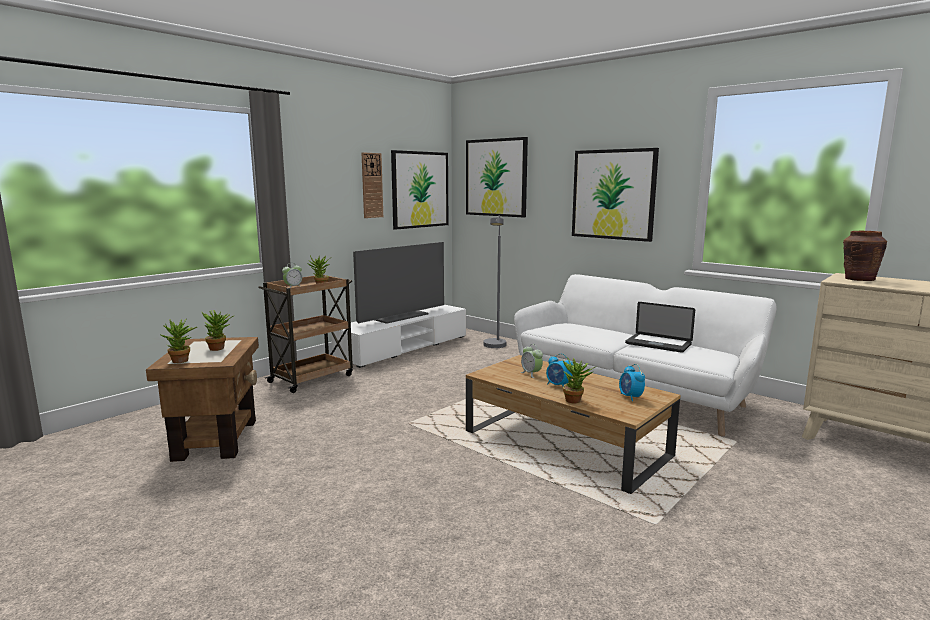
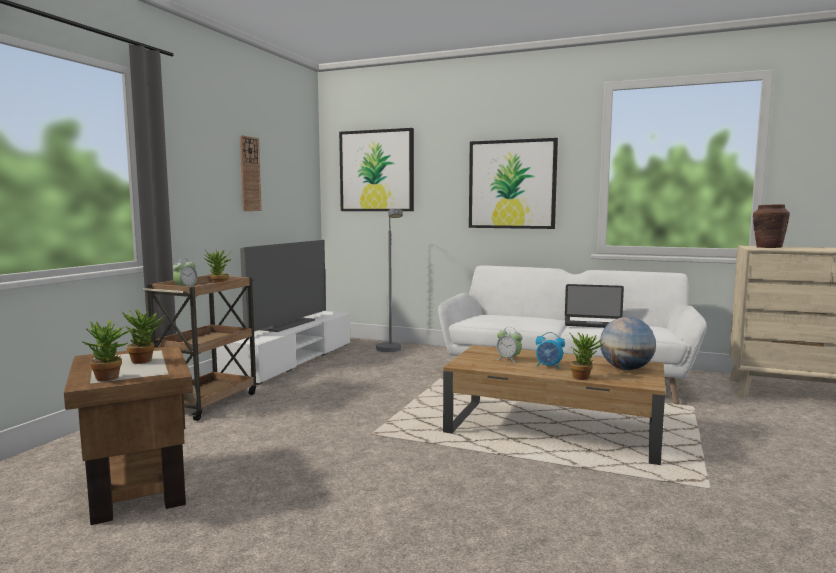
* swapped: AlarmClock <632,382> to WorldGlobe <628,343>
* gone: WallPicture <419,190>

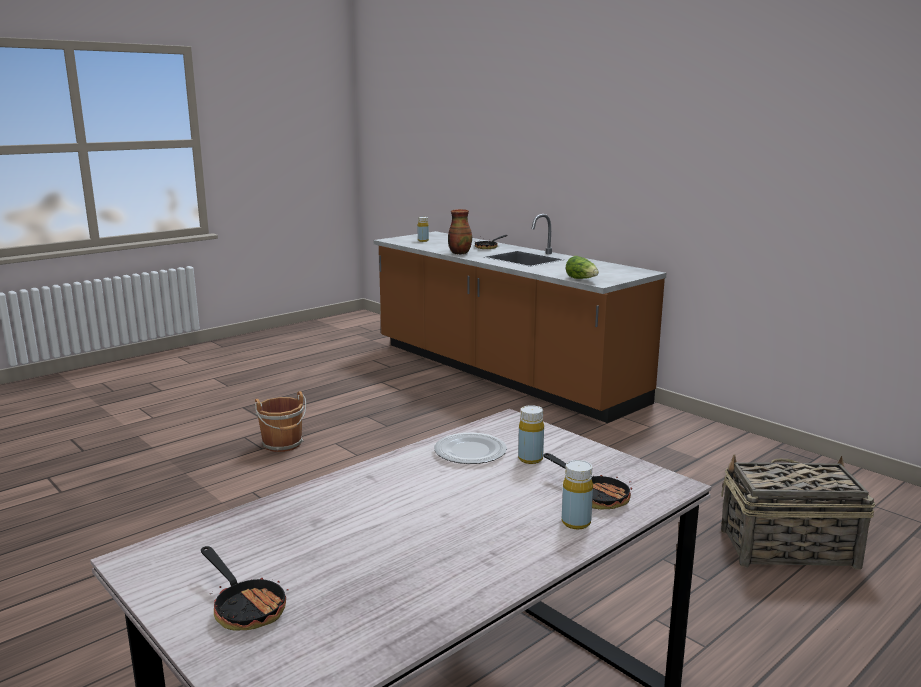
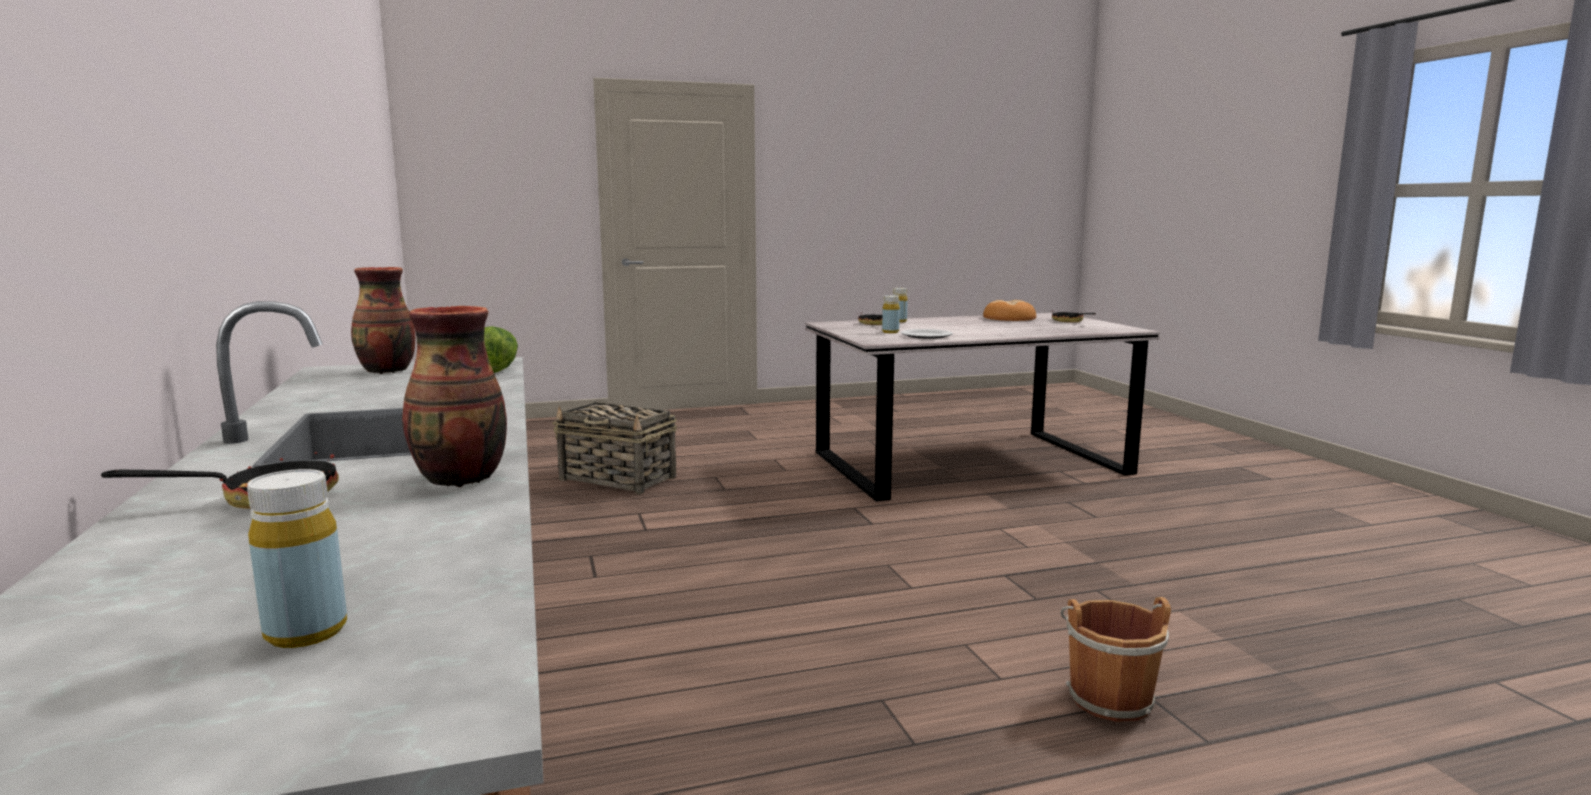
* new: Vase <383,320>
* new: Bread <1009,310>

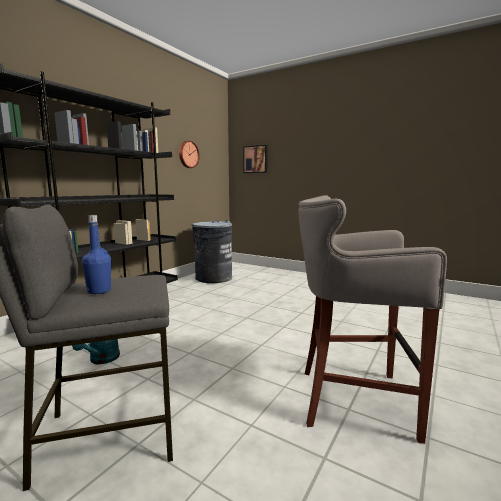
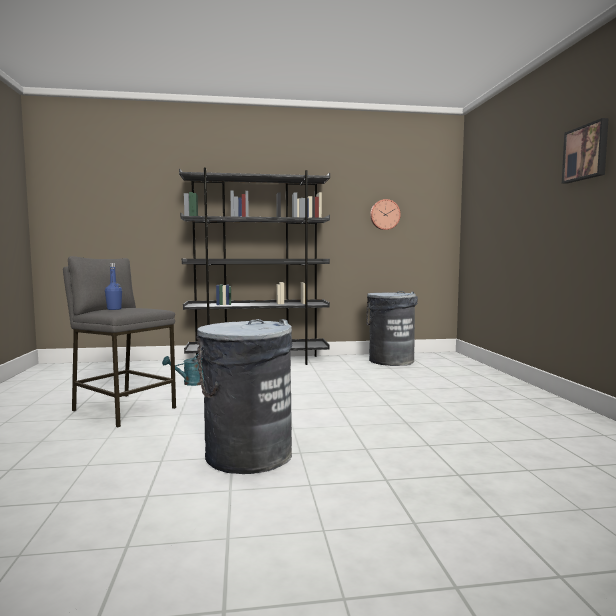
* swapped: GrayStool <372,319> to GrayTrashCan <244,396>
* shifted: WallPicture <255,159> to <585,151>

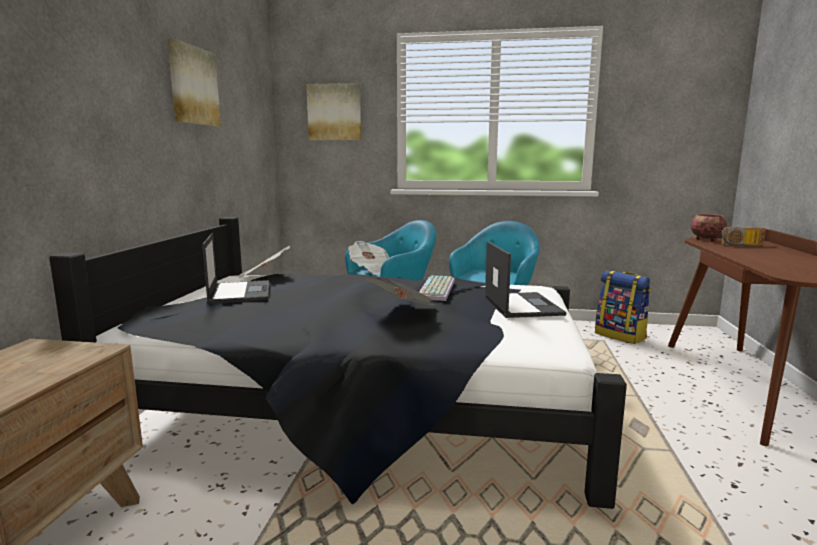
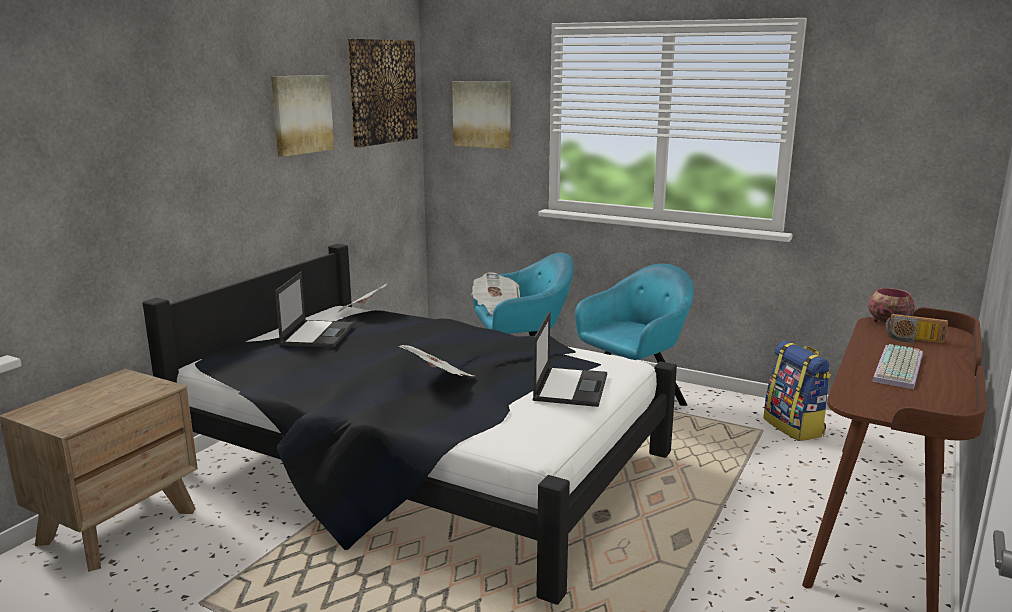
* new: WallPicture <382,93>
* shifted: Keyboard <437,288> to <897,366>

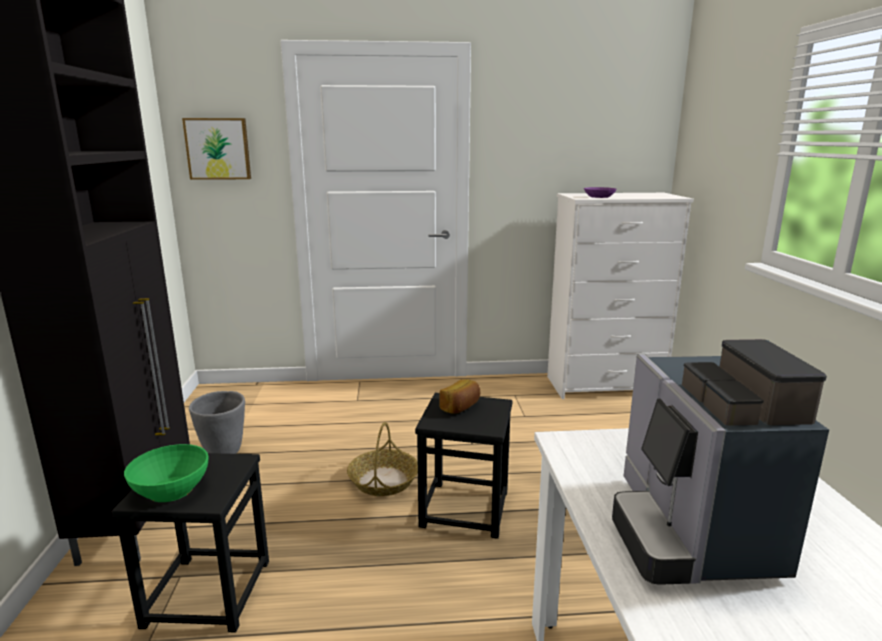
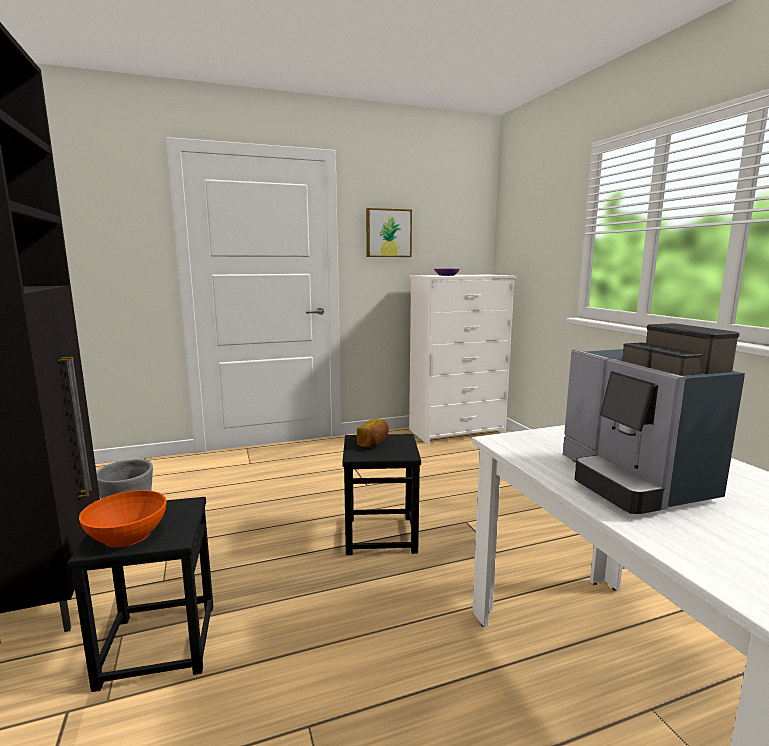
* repainted: GreenColouredServingBowl <166,473> to OrangeyServingBowl <123,518>
* shifted: WallPicture <216,149> to <389,232>
* gone: StorageBasket <382,459>

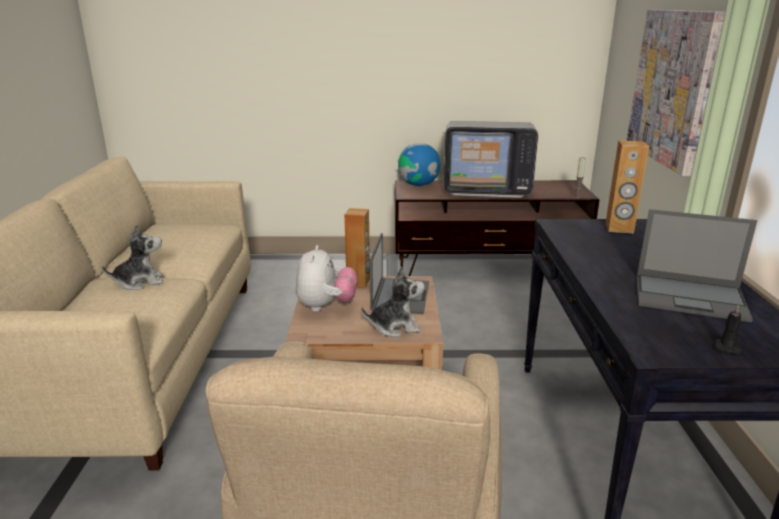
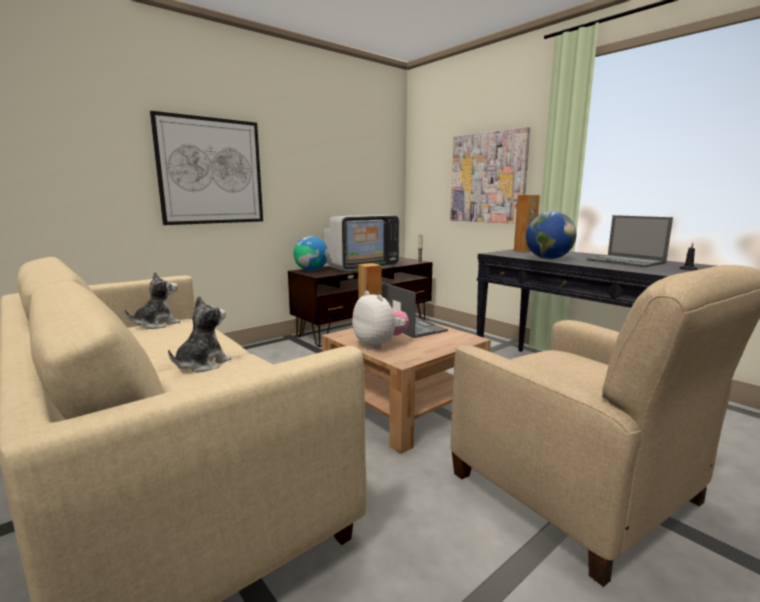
* shifted: PlushToy <393,301> to <152,300>
* new: WallPicture <206,168>
* new: WorldGlobe <551,235>
* rotated: PortableComputer <697,266> = <630,241> 75 degrees clockwise

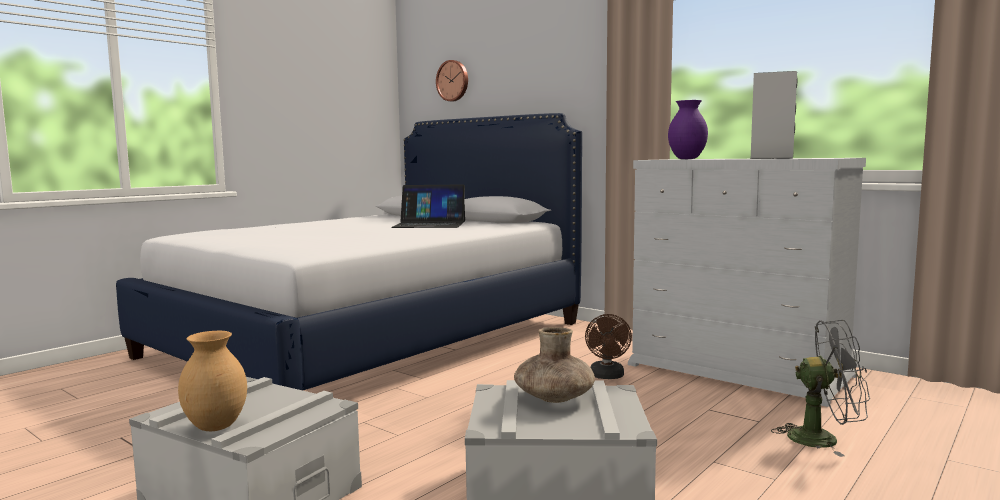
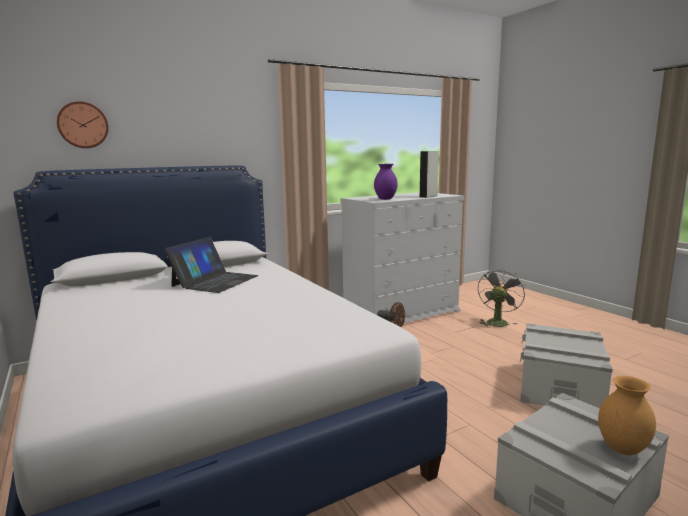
* gone: BrownVase <554,365>

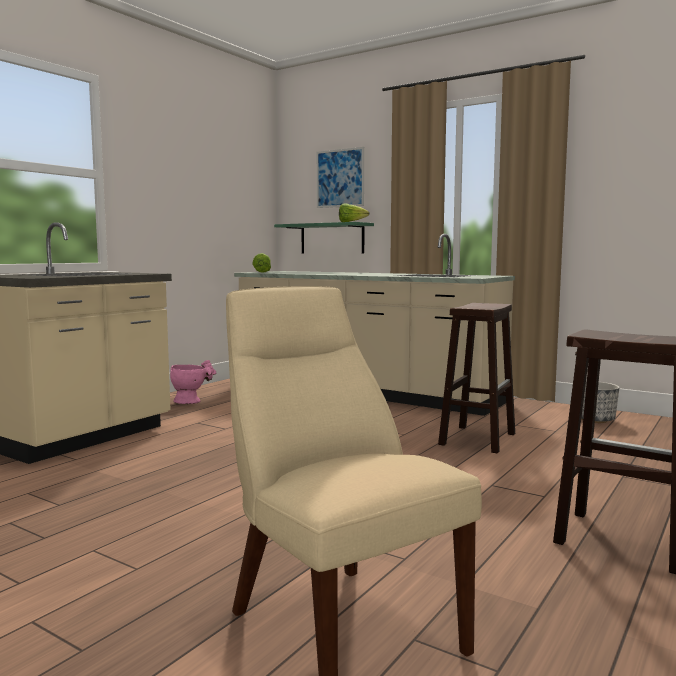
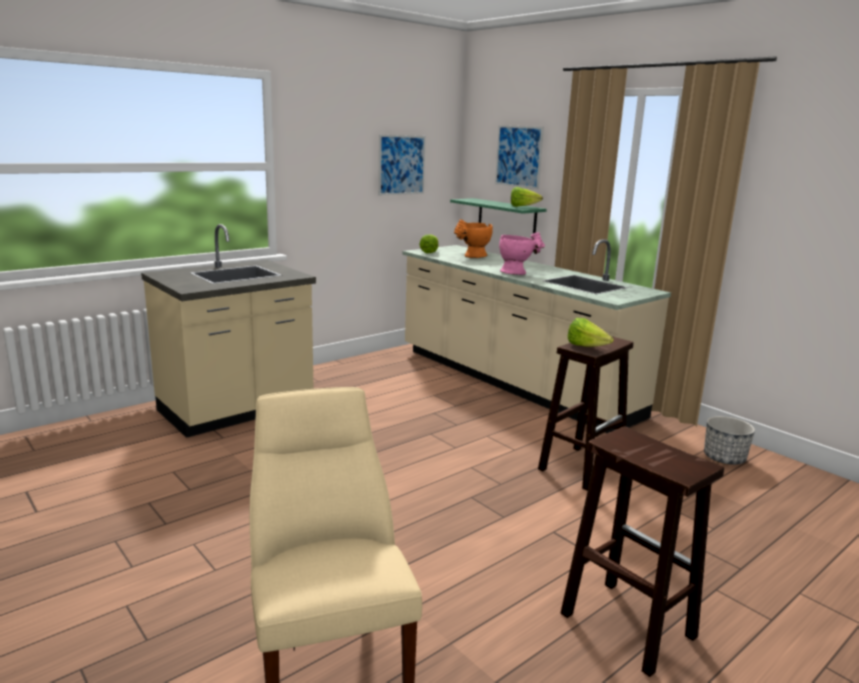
* new: WallPicture <402,165>
* new: OrangeyVase <473,238>
* shifted: PinkishVase <193,382> to <522,253>
* new: LettuceHead <591,332>

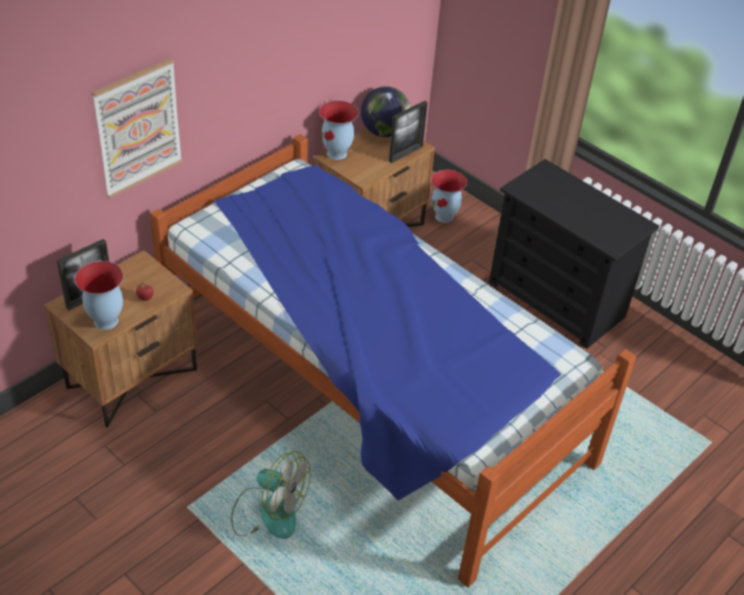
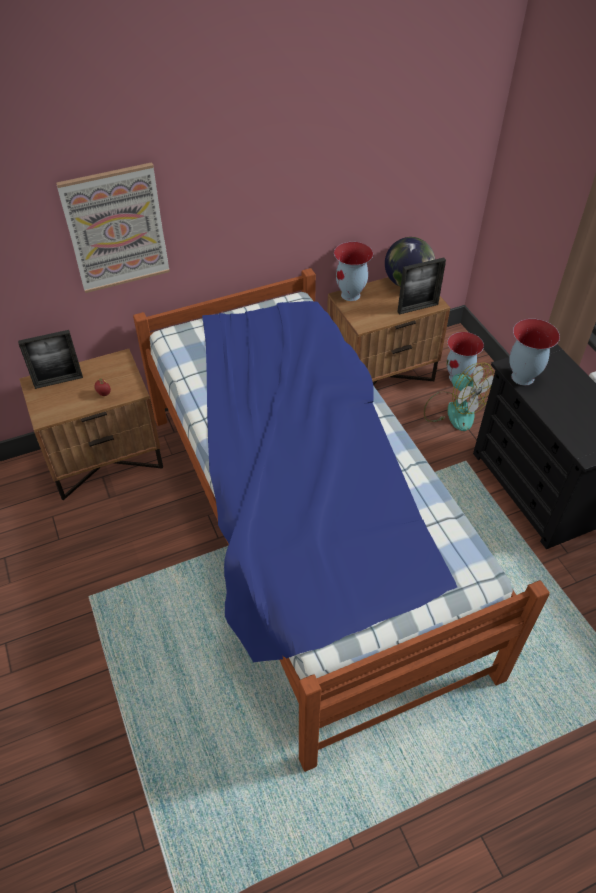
* shifted: CoolingFan <271,495> to <459,397>
* shifted: Vase <99,295> to <534,352>

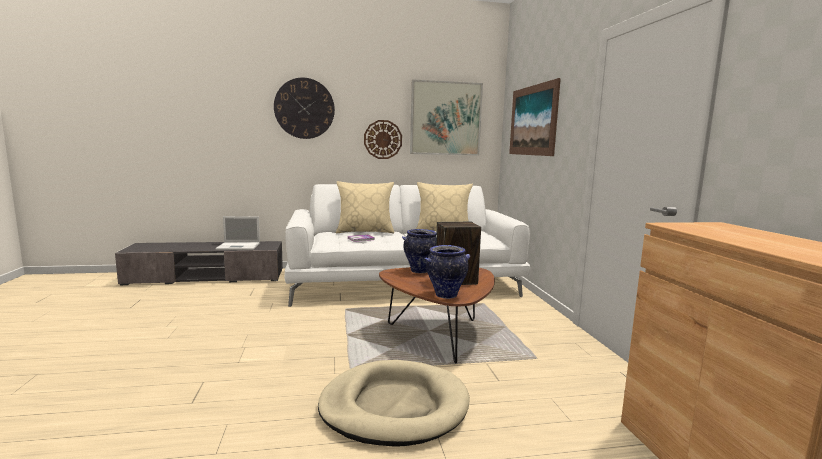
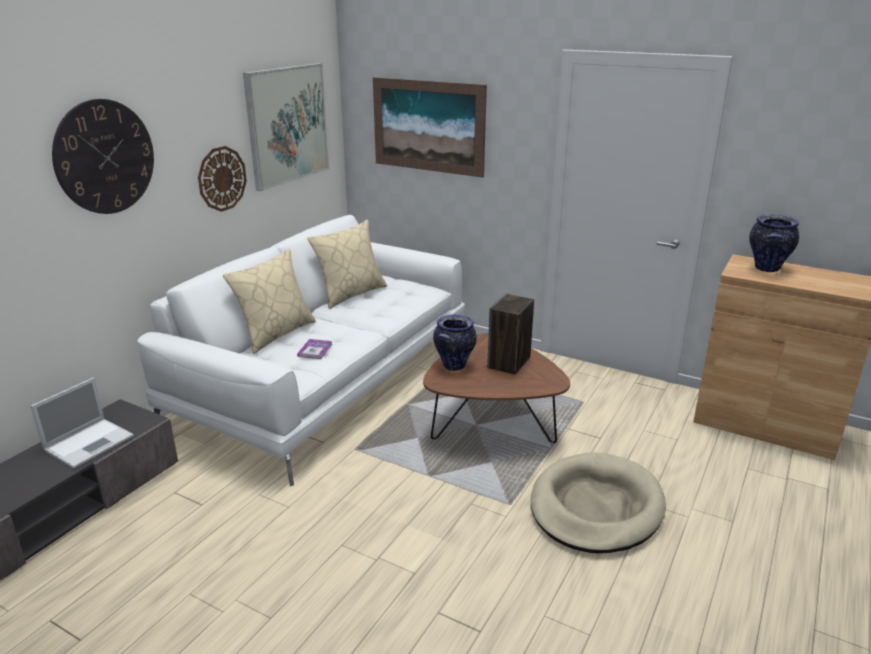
* shifted: Vase <447,272> to <774,243>

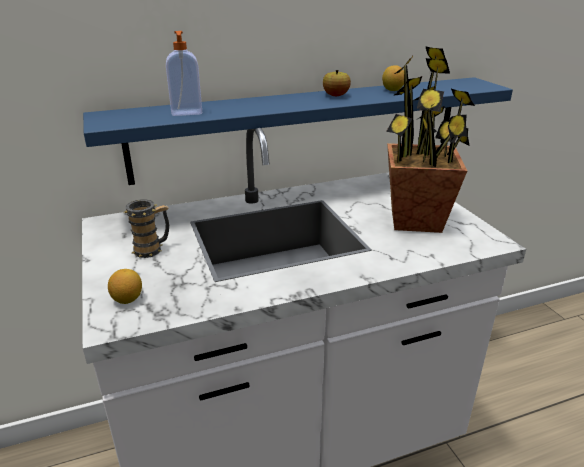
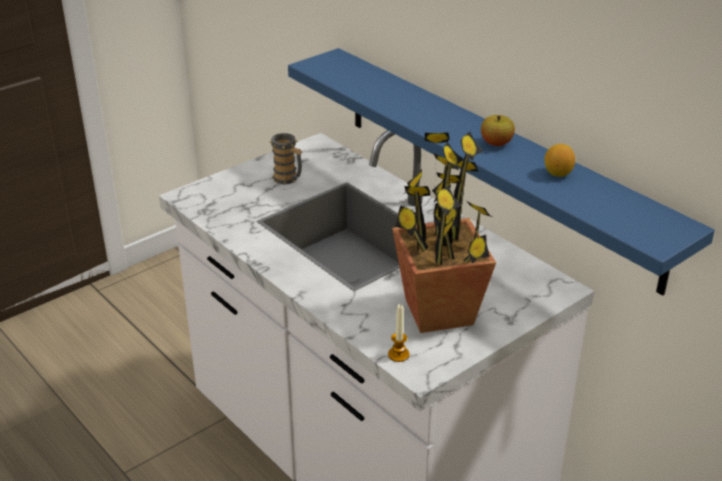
* new: WaxLight <399,333>
* gone: WholeLemon <125,286>
* gone: LiquidSoapBottle <184,73>

